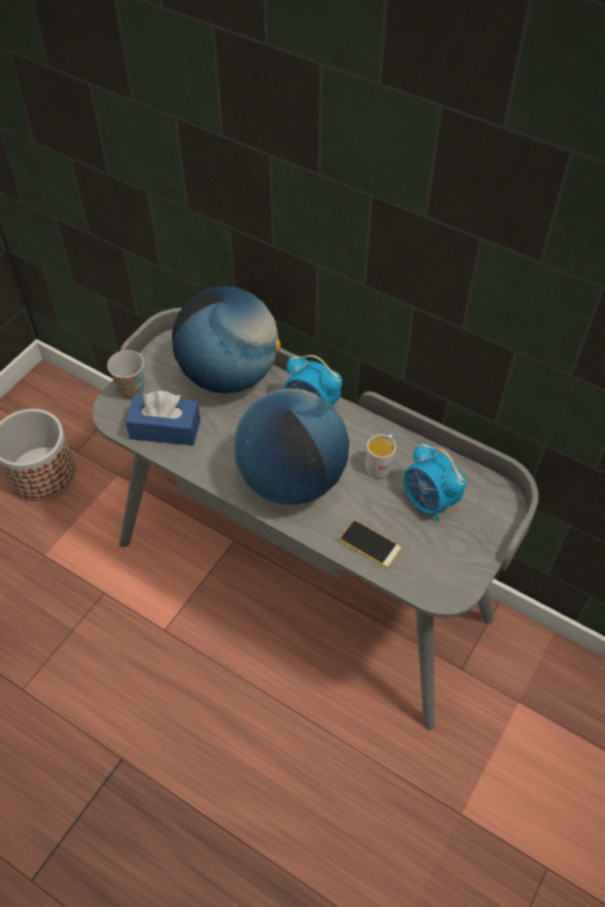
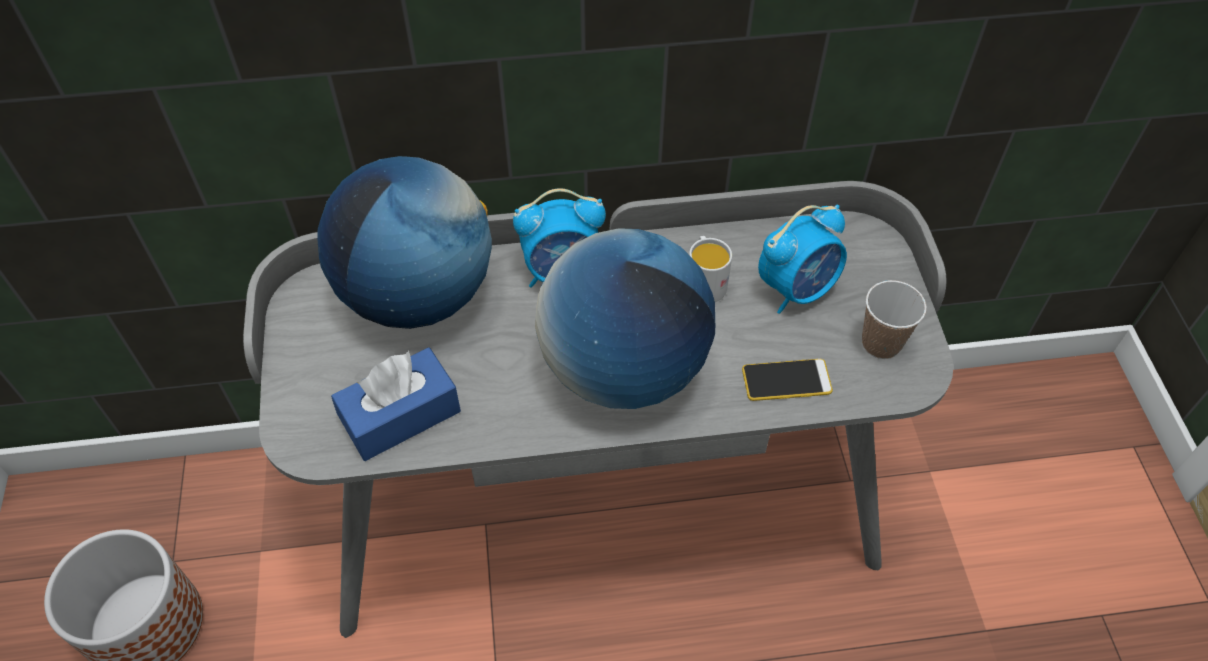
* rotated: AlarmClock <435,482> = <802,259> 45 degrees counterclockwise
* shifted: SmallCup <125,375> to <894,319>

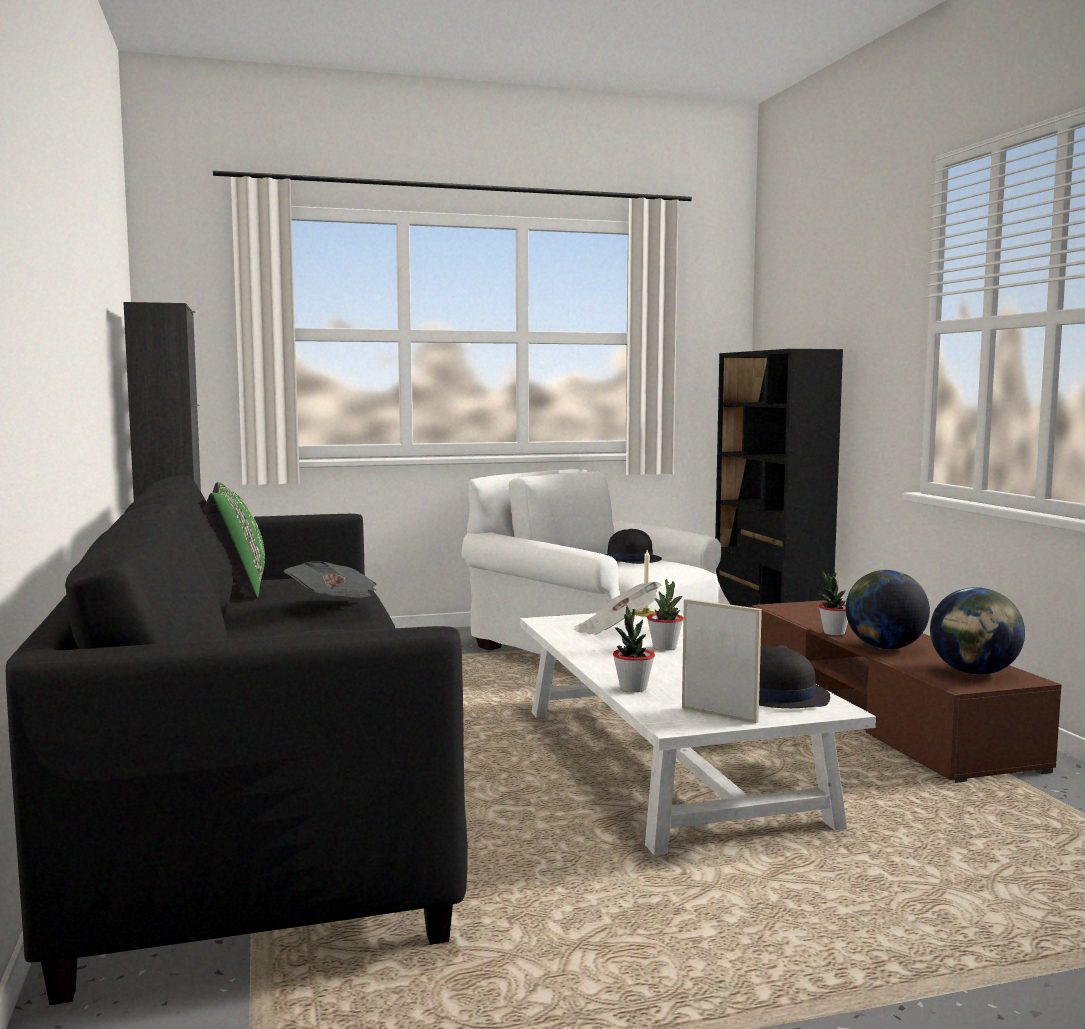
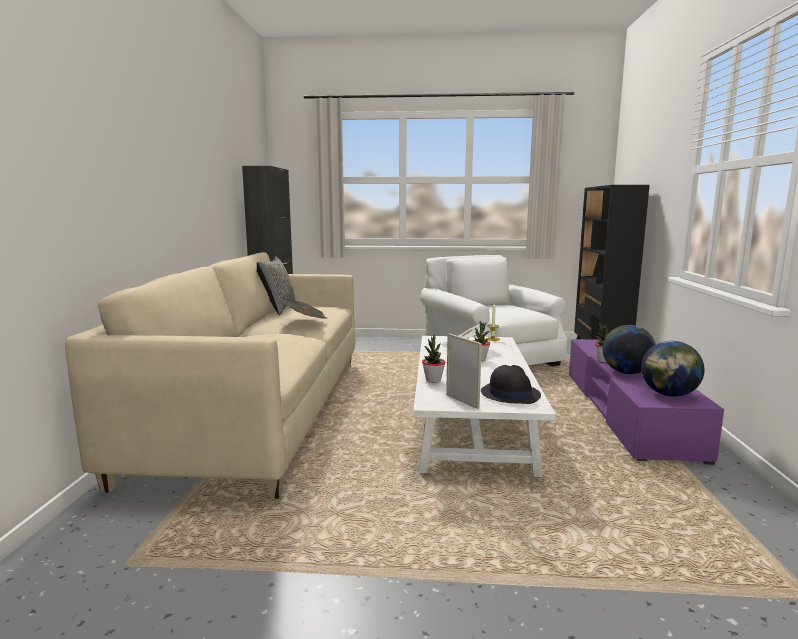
* repainted: BlackColouredSettee <237,740> to BeigeColouredSettee <210,375>
* repainted: GreenColouredThrowPillow <234,540> to GrayThrowPillow <276,285>
* repainted: BrownTvUnit <906,691> to PurpleColouredTvUnit <646,402>
* gone: BlackColouredWearableHat <633,546>

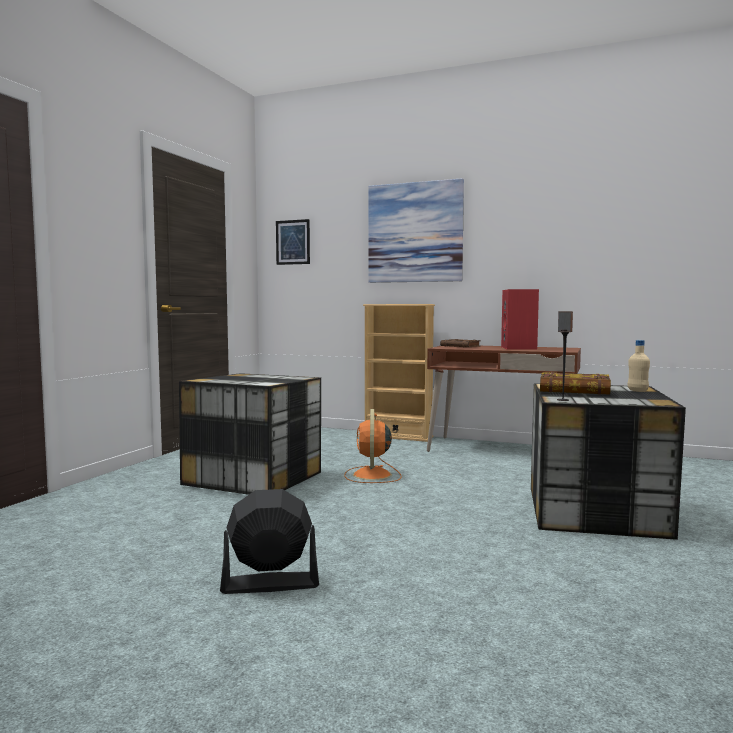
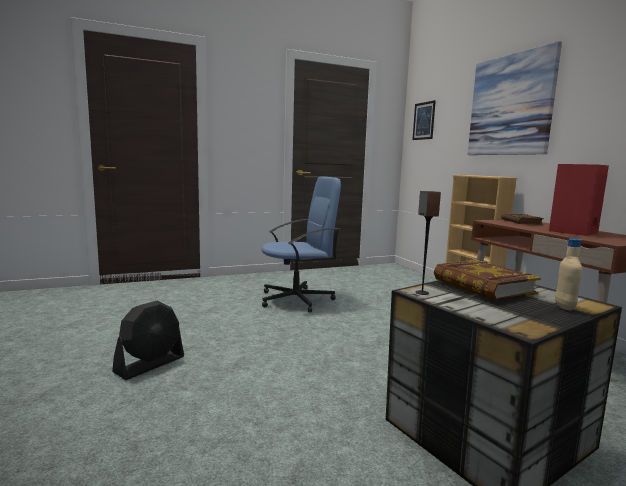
* rotated: BlackColouredCoolingFan <269,541> = <148,340> 90 degrees clockwise
* swapped: StorageBox <250,434> to BlueColouredOfficeChair <301,244>
* gone: OrangeyCoolingFan <373,446>

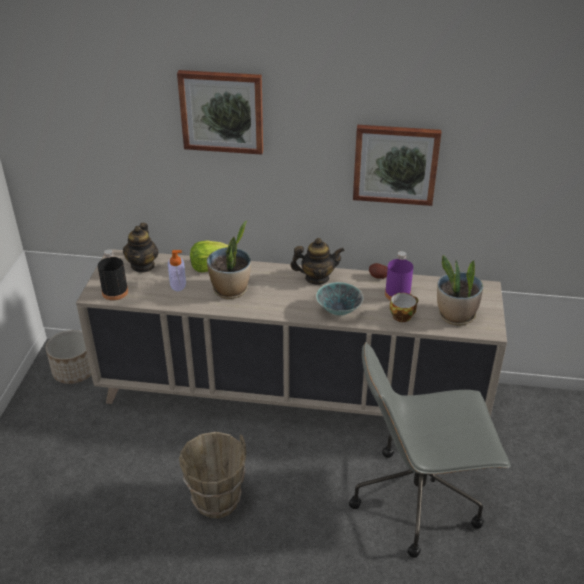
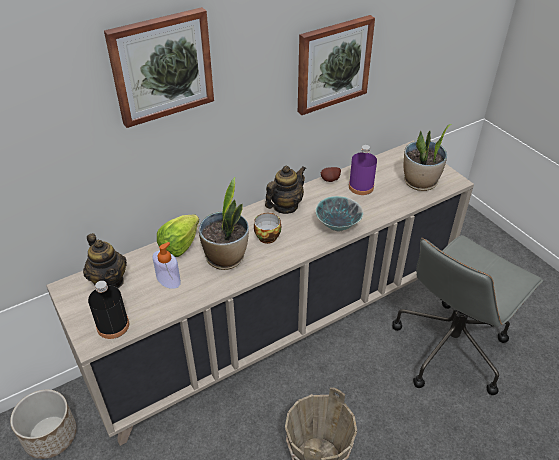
* shifted: SmallCup <404,307> to <267,228>

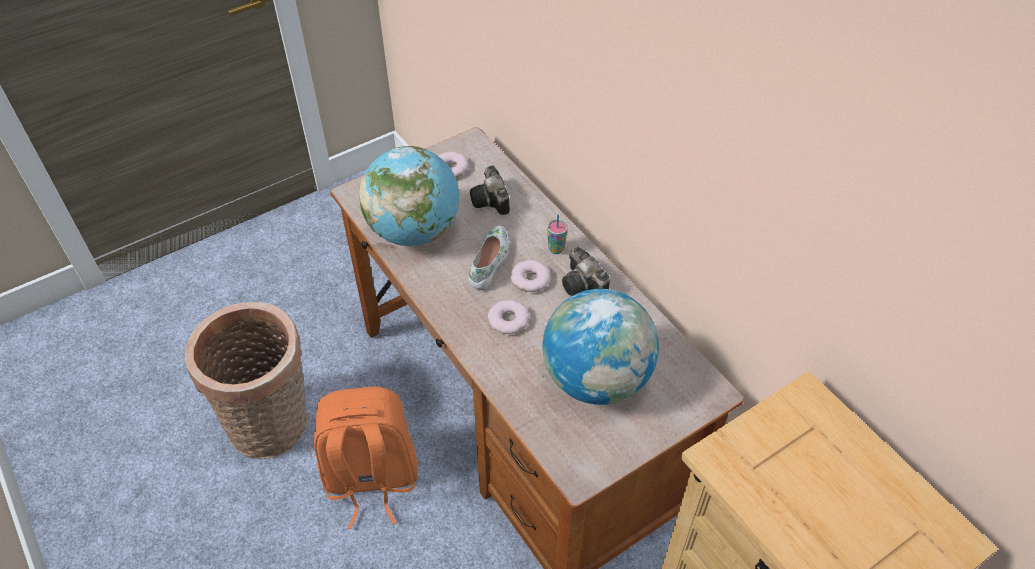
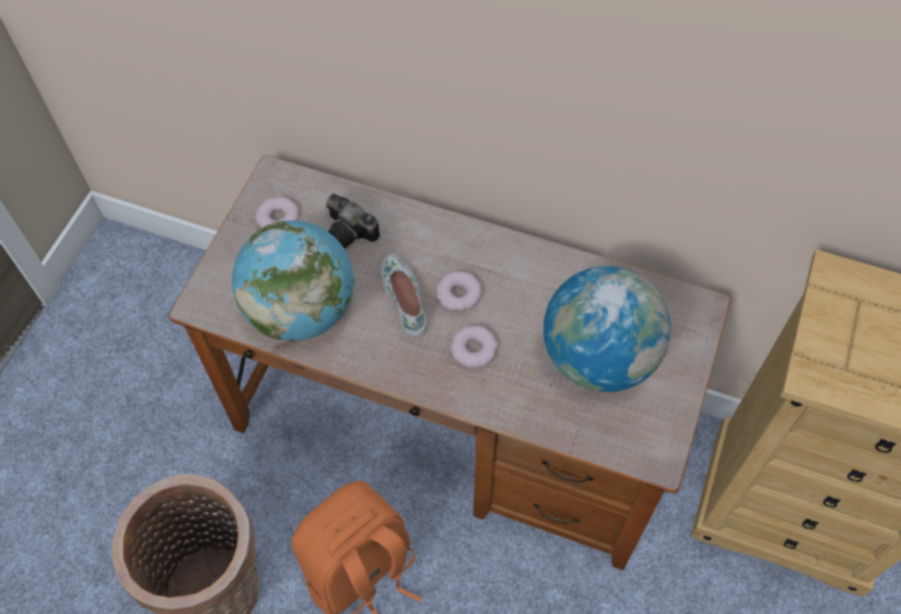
* gone: SmallCup <557,234>
* gone: StillCamera <586,271>

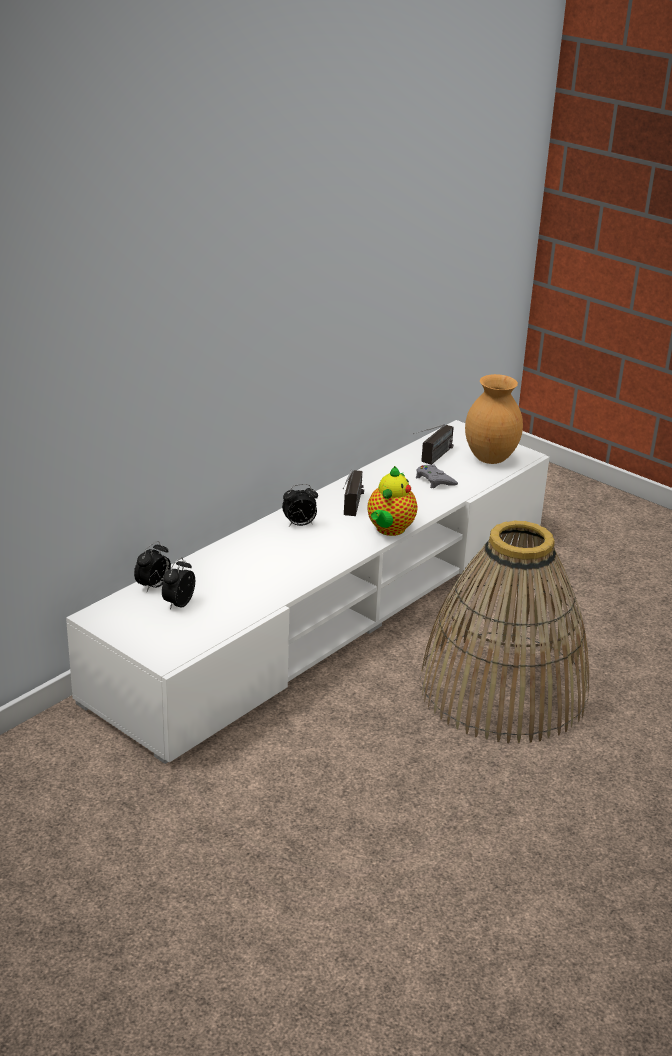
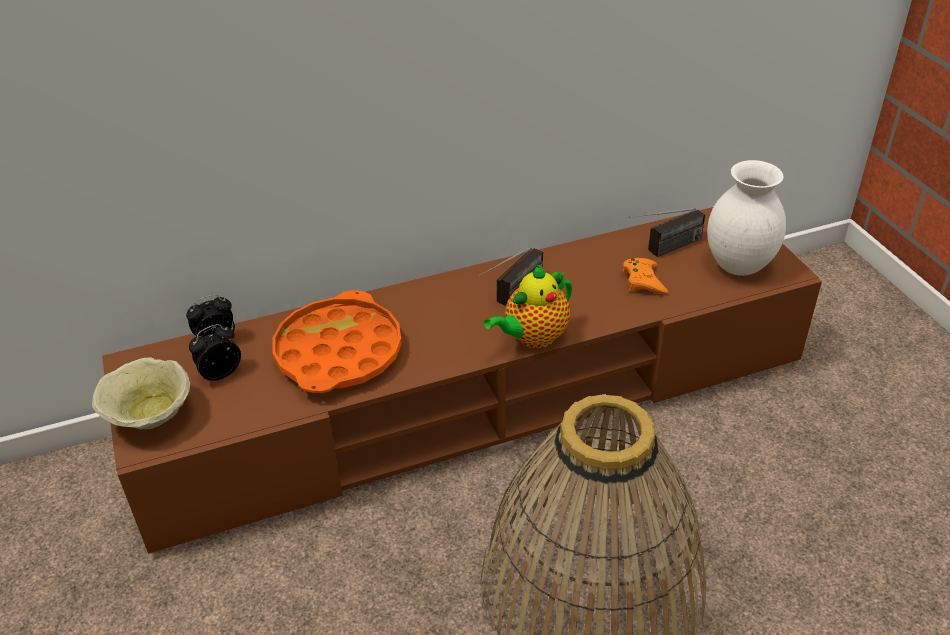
* new: BeigeColouredServingBowl <141,393>
* repainted: WhiteColouredTvUnit <308,592> to BrownTvUnit <462,380>
* new: OrangeyCarryingTray <337,341>
* repainted: GrayJoypad <437,476> to OrangeyJoypad <645,276>
* repainted: BrownVase <494,419> to WhiteColouredVase <746,218>
* gone: AlarmClock <300,505>

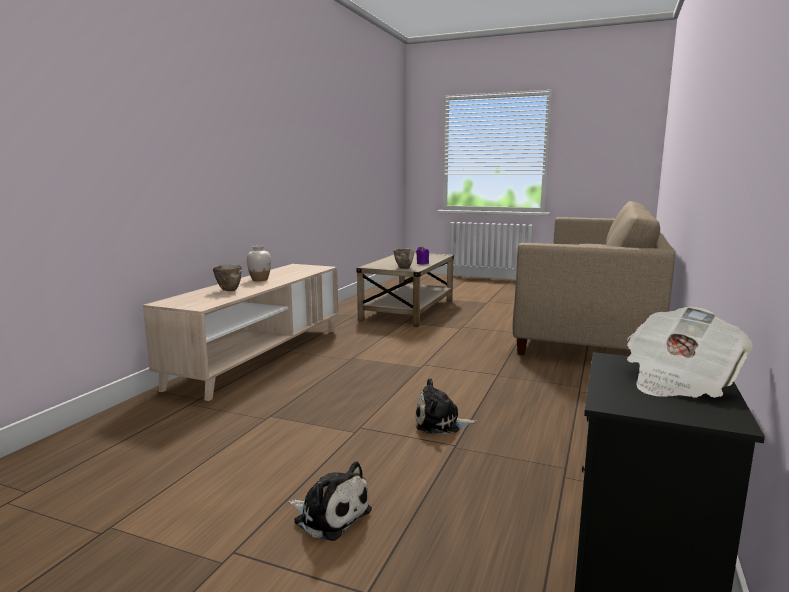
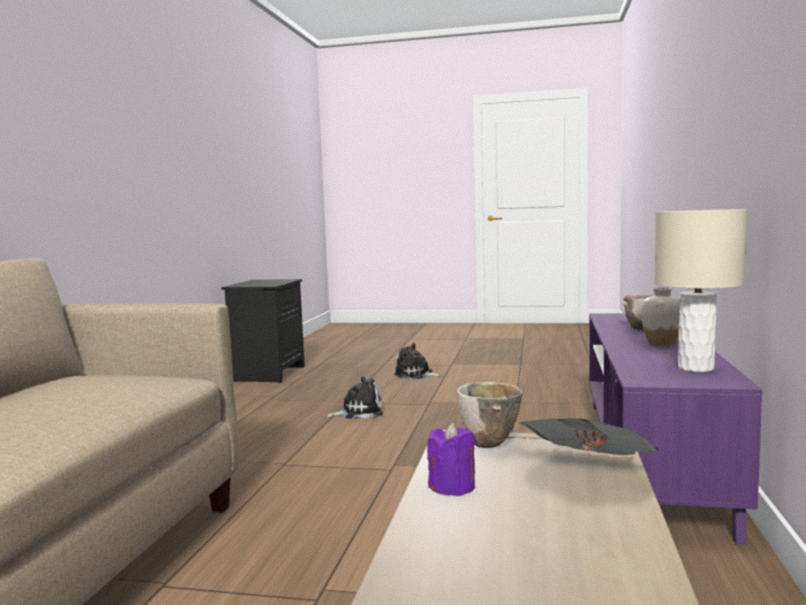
* shifted: Newspaper <690,352> to <588,436>
* repainted: BeigeColouredTvUnit <240,332> to PurpleColouredTvUnit <675,429>
* new: BeigeColouredLampForATable <700,290>

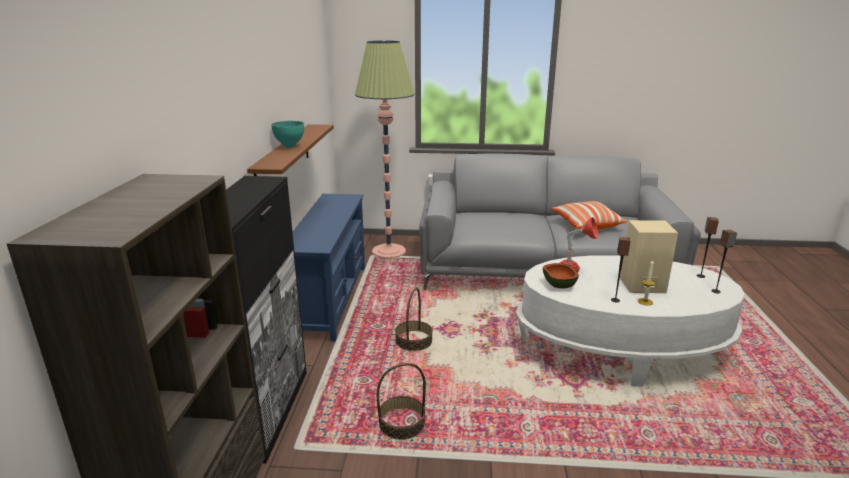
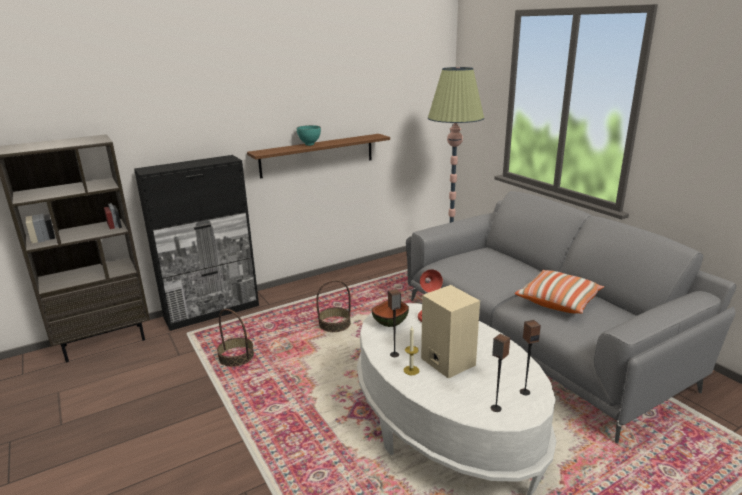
* gone: BlueColouredTvUnit <329,268>

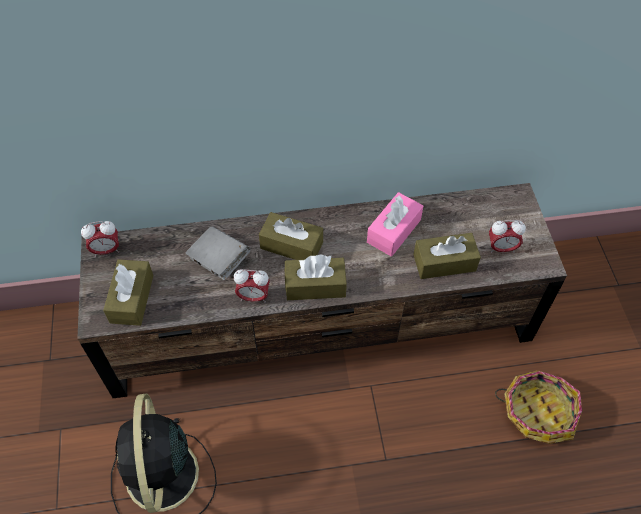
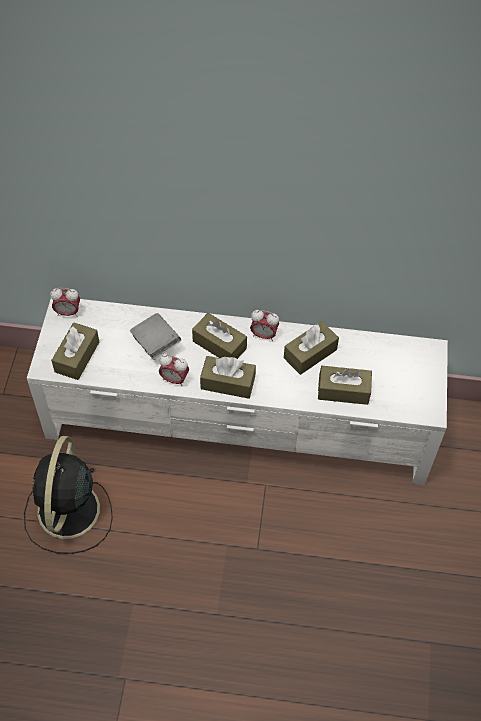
* repainted: BrownTvUnit <322,290> to WhiteColouredTvUnit <237,392>
* shifted: AlarmClock <507,236> to <264,325>
* repainted: PinkishTissueBox <395,224> to BrownTissueBox <311,348>
* gone: StorageBasket <538,407>

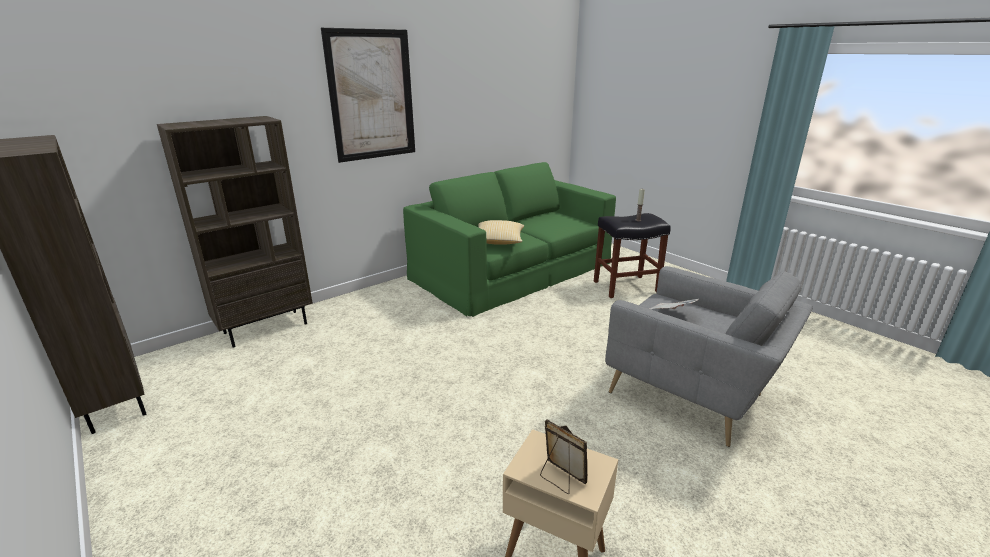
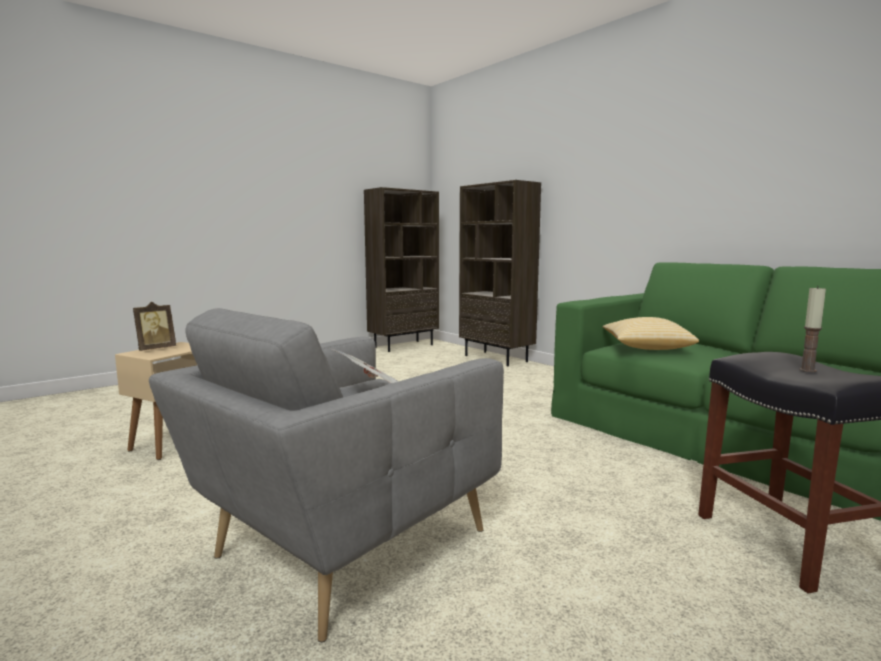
* gone: WallPicture <368,95>

